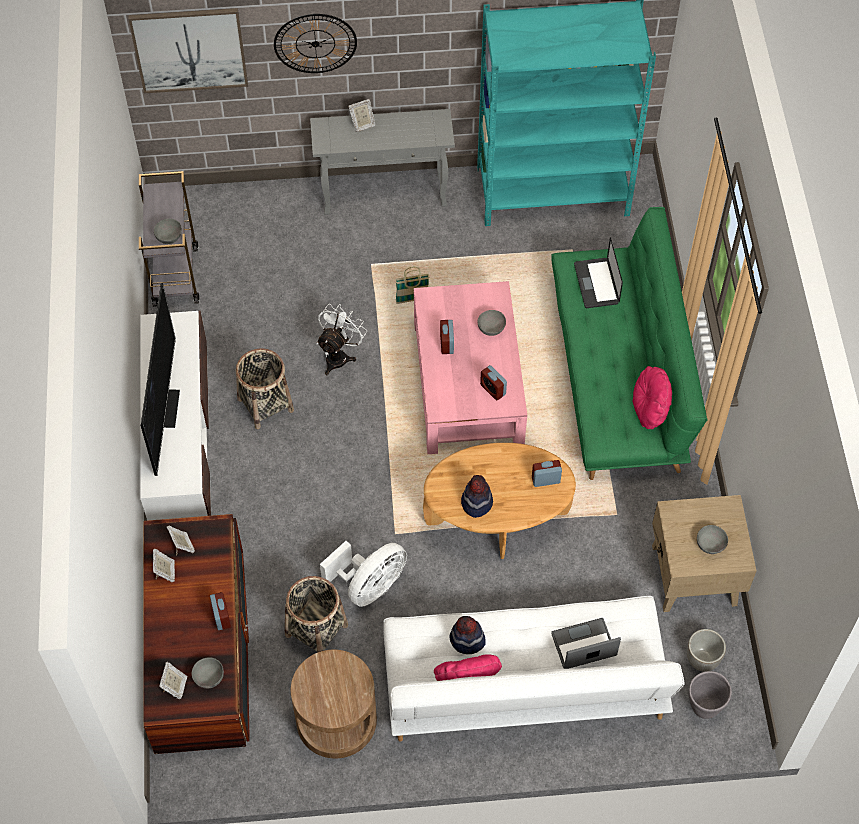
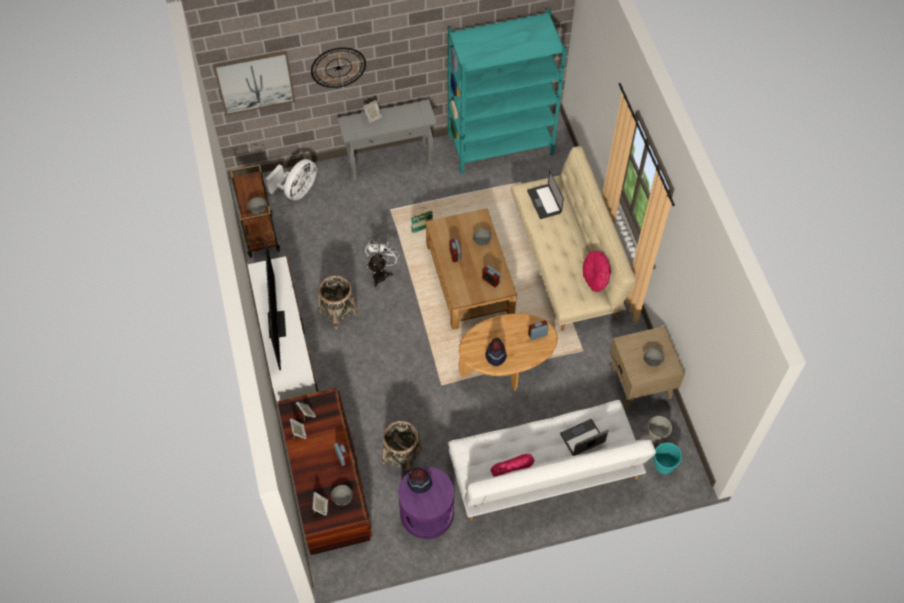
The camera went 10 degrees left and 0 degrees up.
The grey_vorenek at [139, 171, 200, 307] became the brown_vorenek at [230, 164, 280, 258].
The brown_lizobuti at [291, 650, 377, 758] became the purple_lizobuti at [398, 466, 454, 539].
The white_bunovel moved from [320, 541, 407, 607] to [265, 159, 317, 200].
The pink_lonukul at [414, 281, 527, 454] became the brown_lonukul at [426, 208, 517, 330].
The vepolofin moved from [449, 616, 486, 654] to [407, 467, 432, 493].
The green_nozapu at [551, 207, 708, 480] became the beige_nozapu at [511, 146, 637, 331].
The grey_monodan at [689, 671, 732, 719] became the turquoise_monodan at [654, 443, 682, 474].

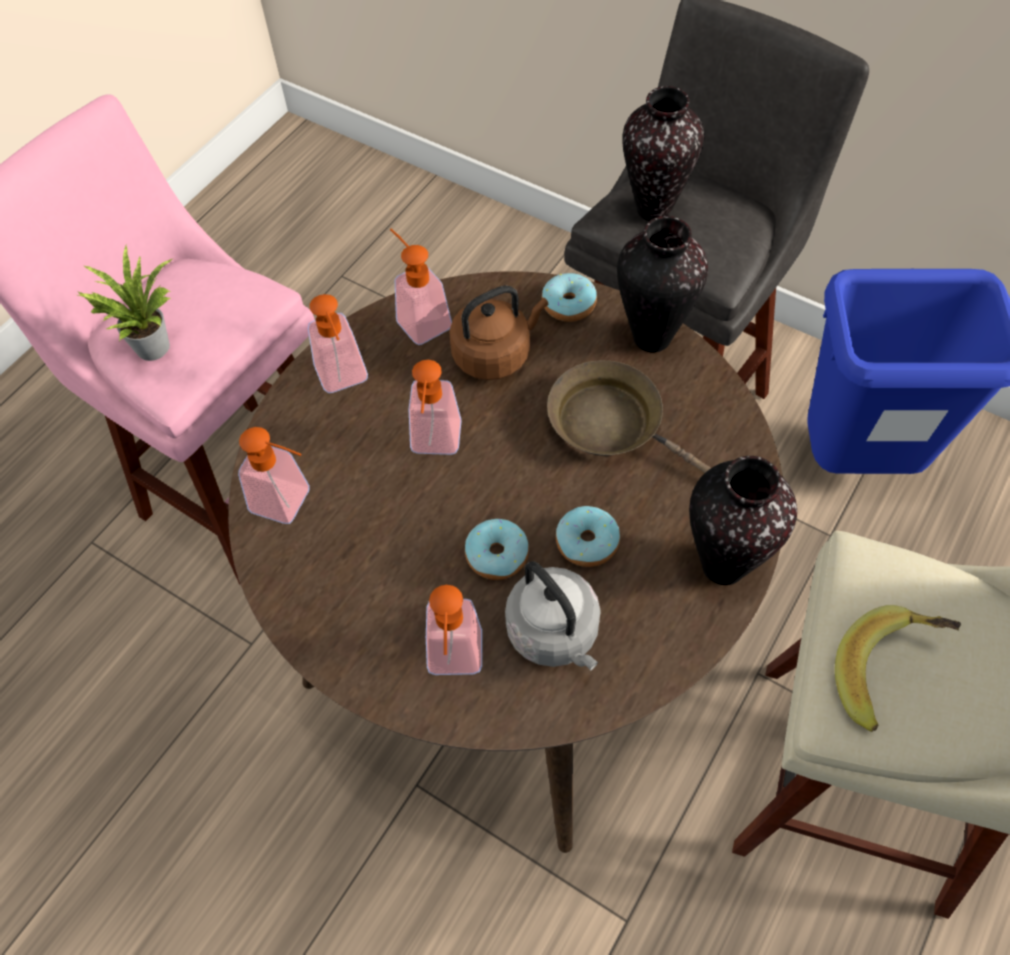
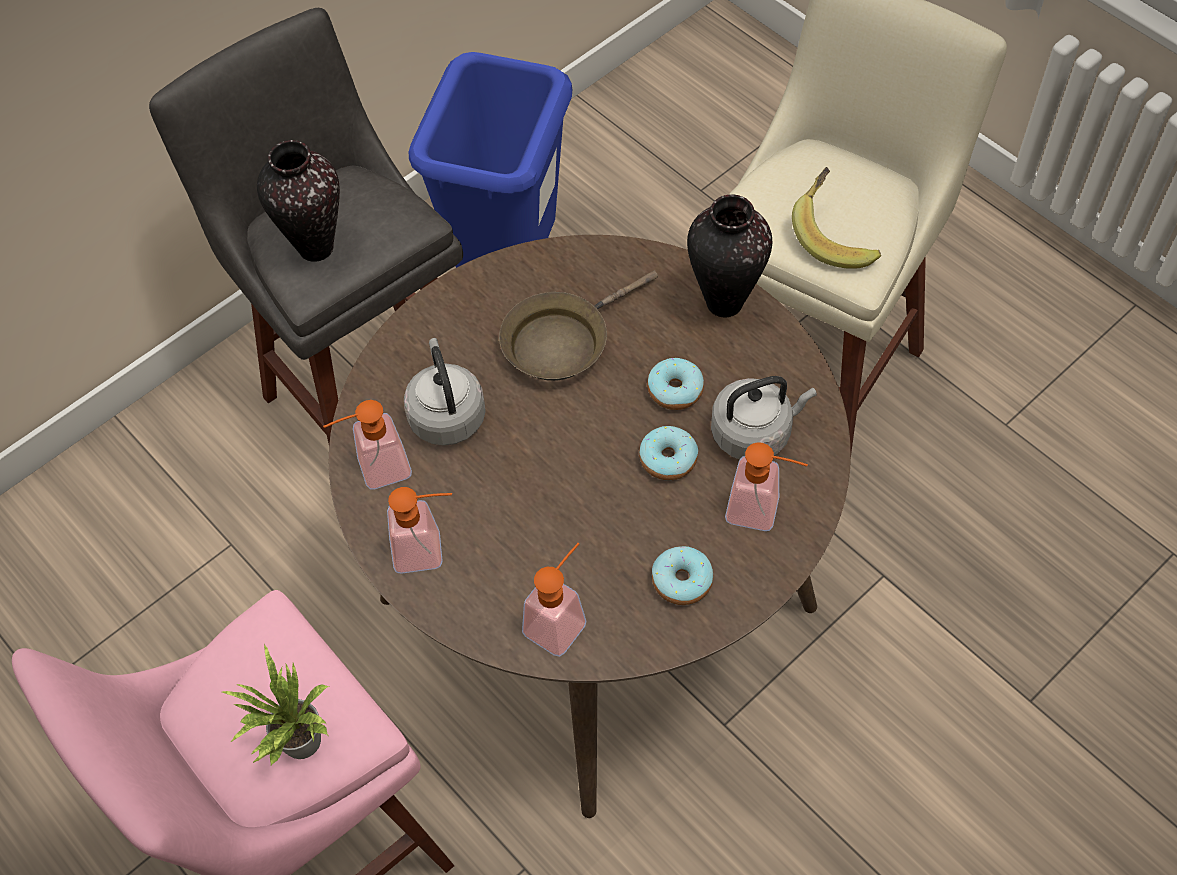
The camera went 75 degrees left and 0 degrees up.
The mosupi at [409, 360, 462, 455] disappeared.
The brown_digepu at [449, 286, 548, 380] became the grey_digepu at [404, 338, 486, 446].
The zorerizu moved from [542, 273, 597, 322] to [652, 546, 713, 605].
The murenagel at [617, 216, 708, 353] disappeared.

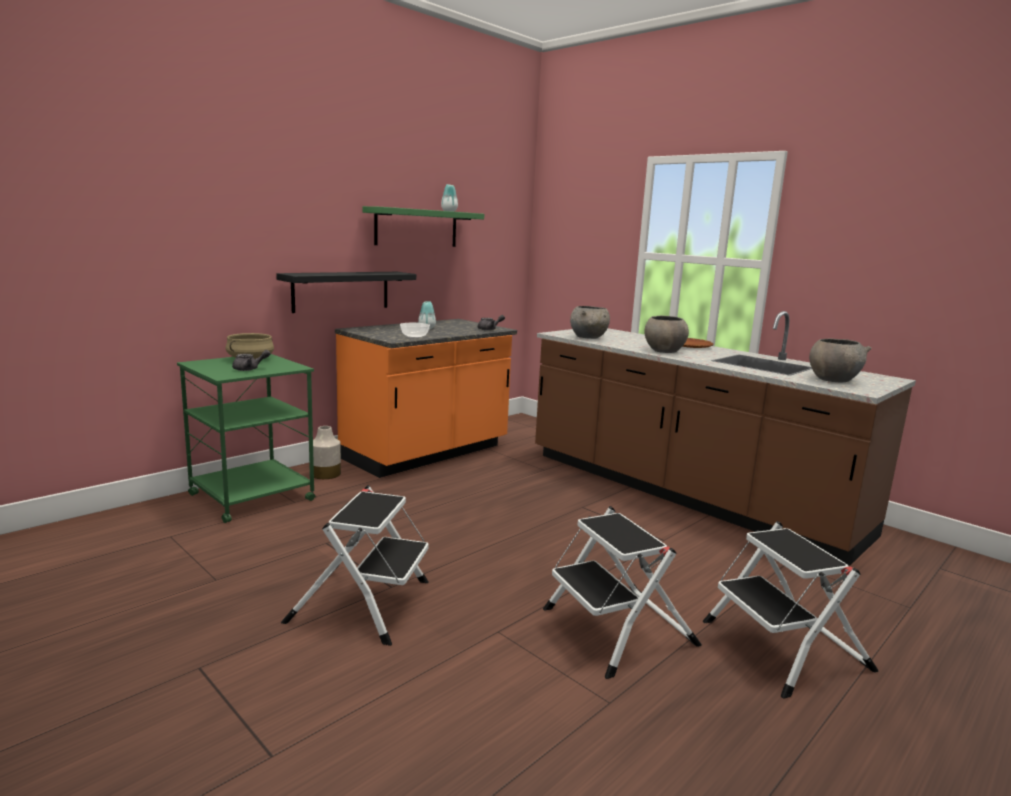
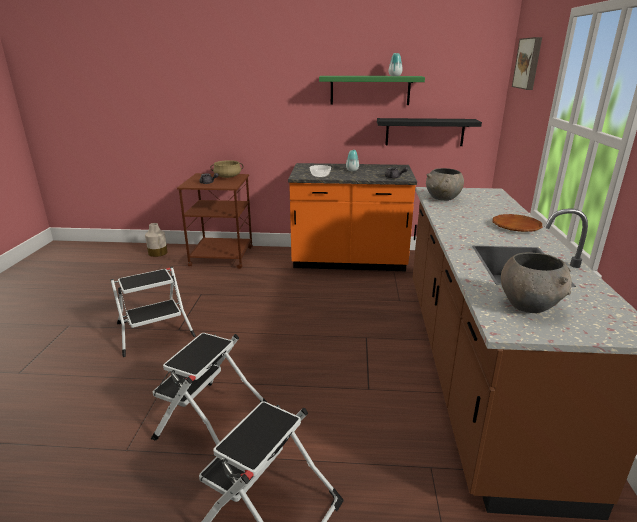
The camera went 50 degrees right and 10 degrees up.
The green_vorenek at [177, 354, 316, 523] became the brown_vorenek at [177, 173, 253, 269].
The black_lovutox moved from [276, 272, 416, 313] to [377, 118, 482, 146].
The beige_murenagel moved from [313, 426, 341, 479] to [145, 223, 168, 257].
The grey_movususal at [645, 315, 689, 353] disappeared.
The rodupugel at [512, 37, 542, 90] appeared.

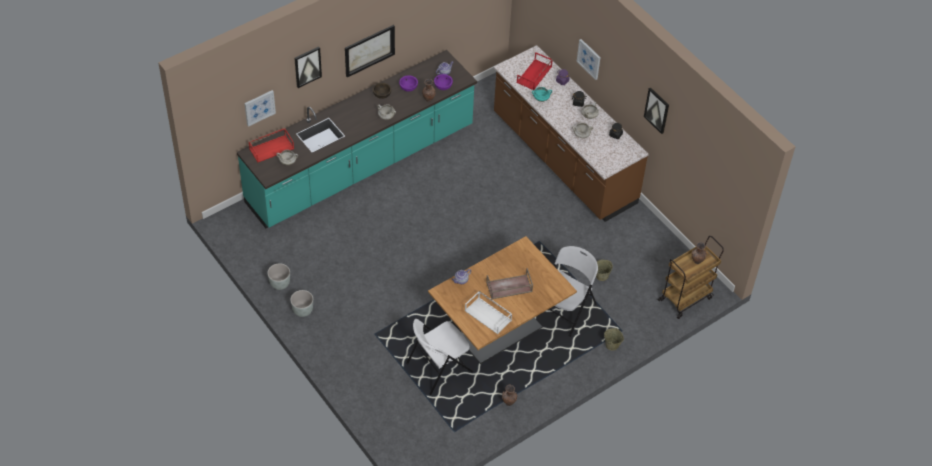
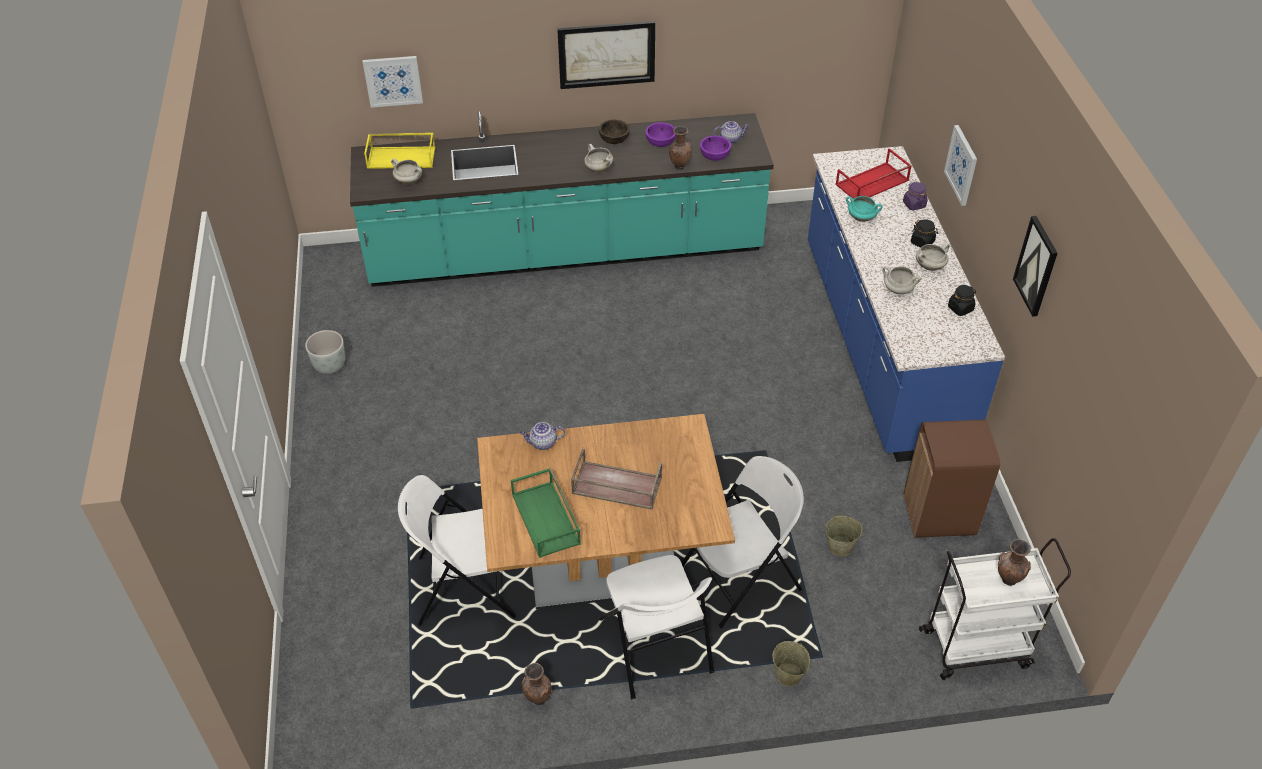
The camera went 30 degrees right and 5 degrees down.
The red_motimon at [249, 128, 294, 163] became the yellow_motimon at [364, 133, 436, 169].
The grey_monodan at [290, 290, 313, 317] disappeared.
The rodupugel at [294, 46, 322, 88] disappeared.
The white_motimon at [465, 291, 512, 334] became the green_motimon at [511, 468, 581, 558].
The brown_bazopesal at [494, 45, 649, 222] became the blue_bazopesal at [808, 146, 1005, 462].
The brown_vorenek at [658, 236, 724, 319] became the white_vorenek at [919, 538, 1071, 680].
The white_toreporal at [598, 555, 715, 700] appeared.
The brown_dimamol at [904, 420, 1000, 538] appeared.

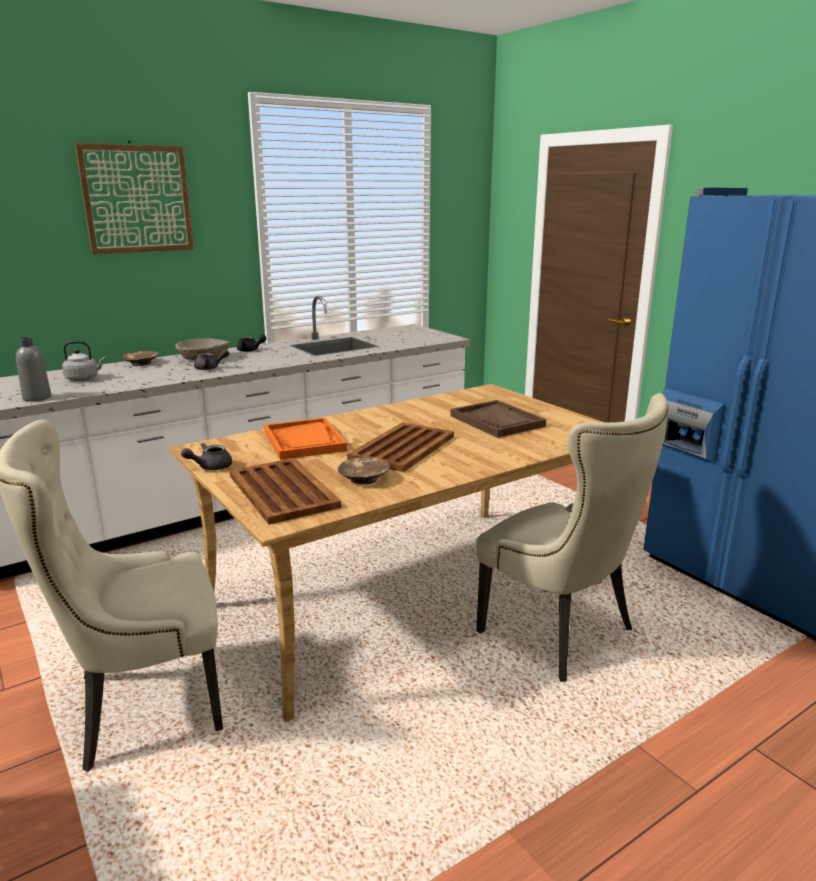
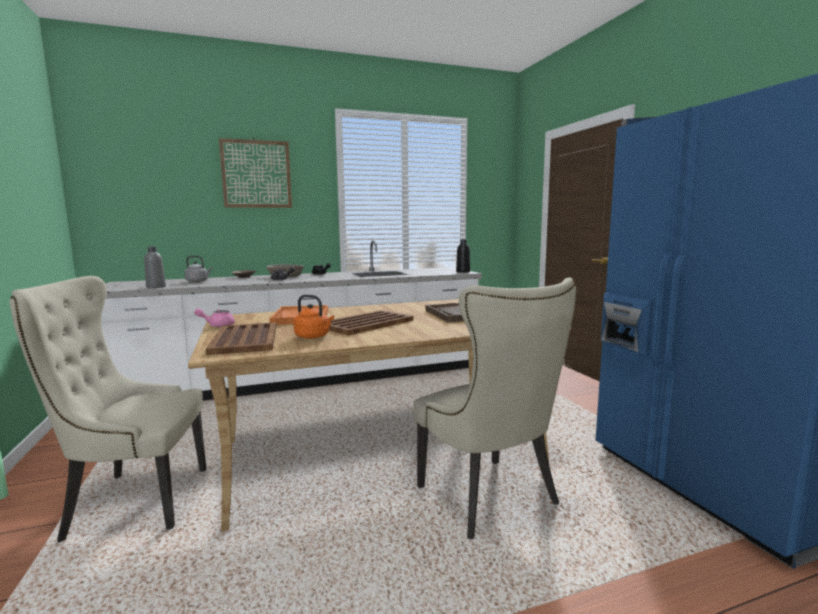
The camera went 15 degrees right and 10 degrees down.
The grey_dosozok at [181, 443, 232, 470] became the pink_dosozok at [194, 308, 235, 327].
The brown_movususal at [338, 457, 390, 484] was replaced by the orange_digepu at [294, 295, 334, 339].
The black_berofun at [456, 240, 470, 273] appeared.

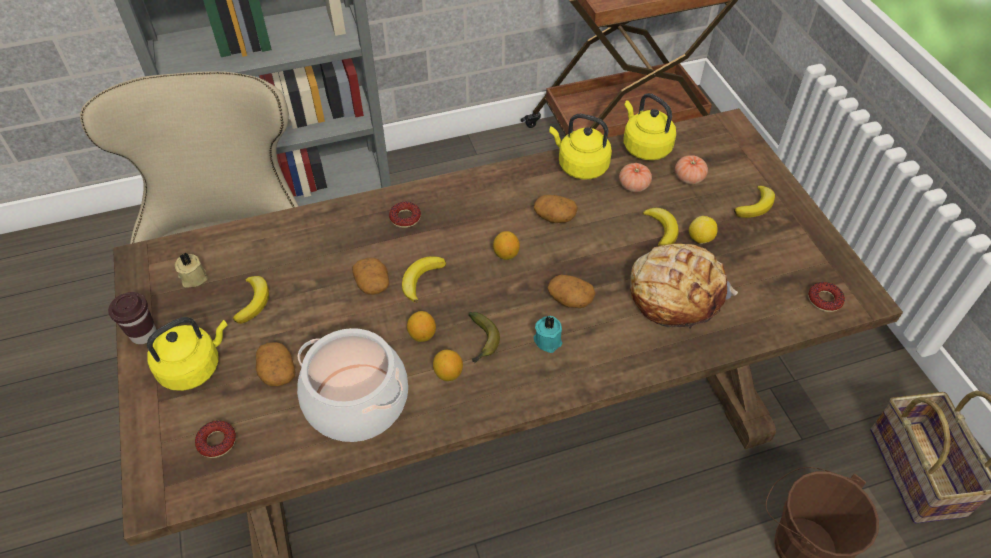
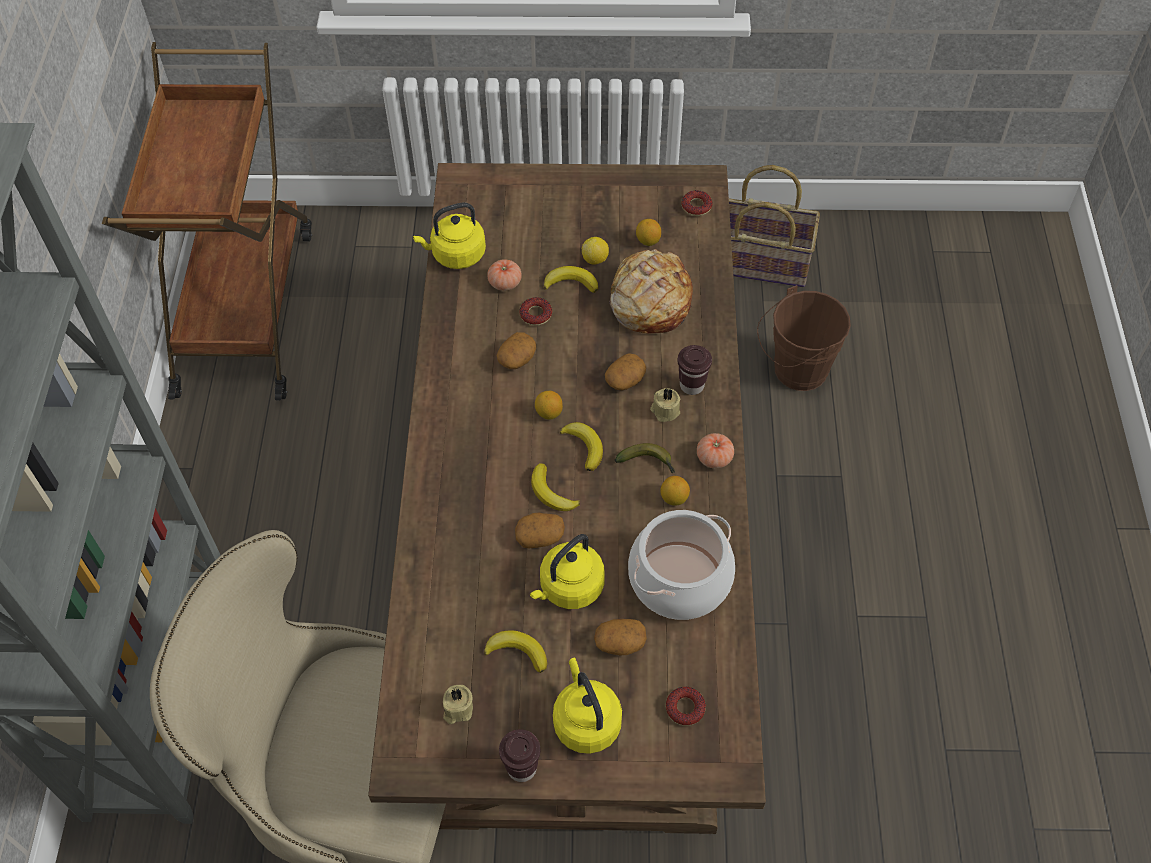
The camera went 70 degrees left and 5 degrees up.
The zorerizu moved from [389, 202, 421, 228] to [520, 297, 552, 326].
The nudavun moved from [407, 311, 436, 342] to [636, 219, 661, 246].
The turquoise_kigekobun at [534, 316, 562, 353] became the beige_kigekobun at [650, 388, 681, 422].
The yellow_digepu moved from [549, 114, 612, 179] to [530, 534, 605, 609].
The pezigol moved from [675, 155, 708, 184] to [697, 433, 734, 469].
The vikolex moved from [734, 186, 775, 218] to [560, 422, 603, 471].
The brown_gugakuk at [678, 345, 712, 395] appeared.

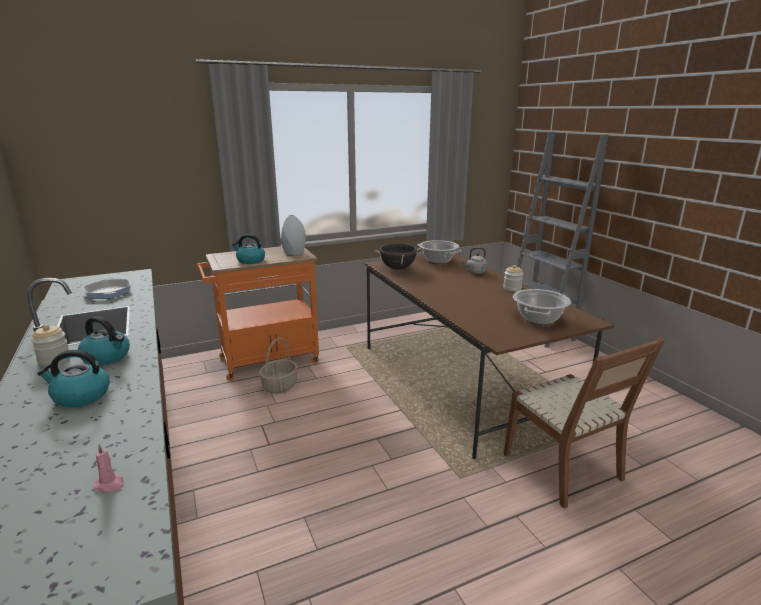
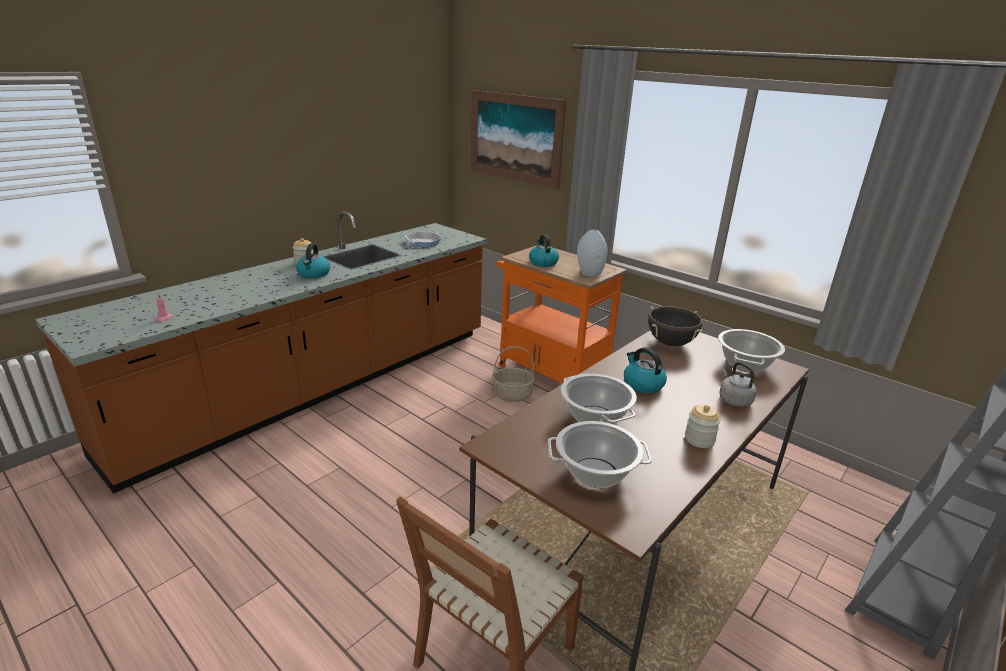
The camera went 65 degrees right and 5 degrees up.
The digepu moved from [37, 350, 110, 407] to [624, 347, 667, 393].
The rodupugel at [471, 90, 566, 190] appeared.
The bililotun at [561, 374, 637, 424] appeared.

